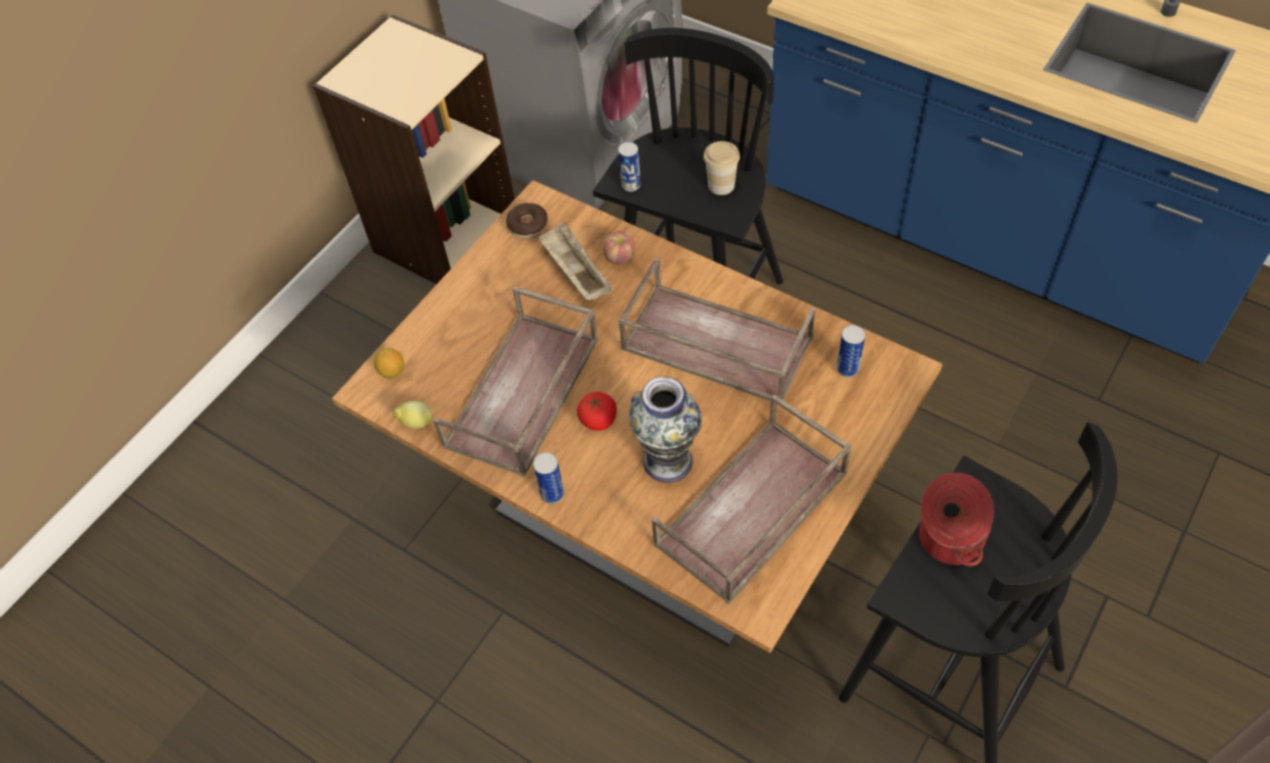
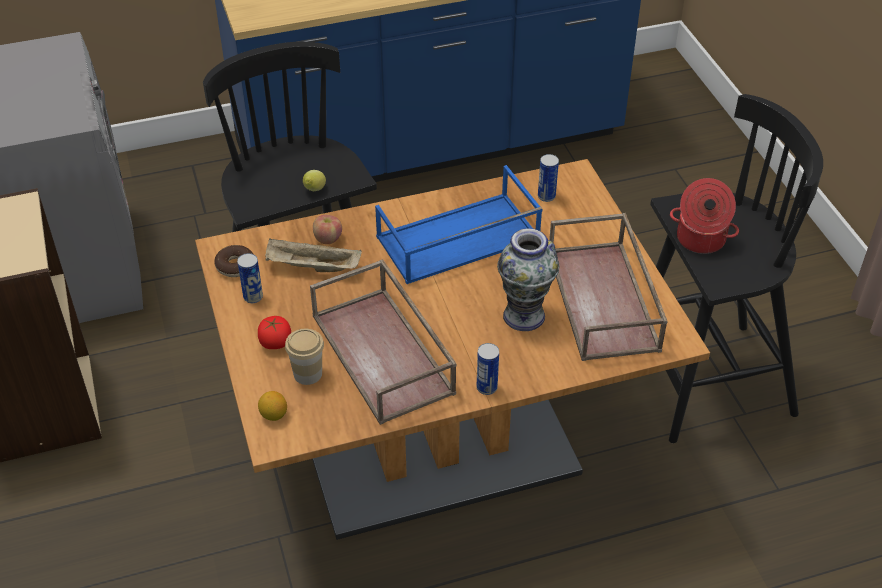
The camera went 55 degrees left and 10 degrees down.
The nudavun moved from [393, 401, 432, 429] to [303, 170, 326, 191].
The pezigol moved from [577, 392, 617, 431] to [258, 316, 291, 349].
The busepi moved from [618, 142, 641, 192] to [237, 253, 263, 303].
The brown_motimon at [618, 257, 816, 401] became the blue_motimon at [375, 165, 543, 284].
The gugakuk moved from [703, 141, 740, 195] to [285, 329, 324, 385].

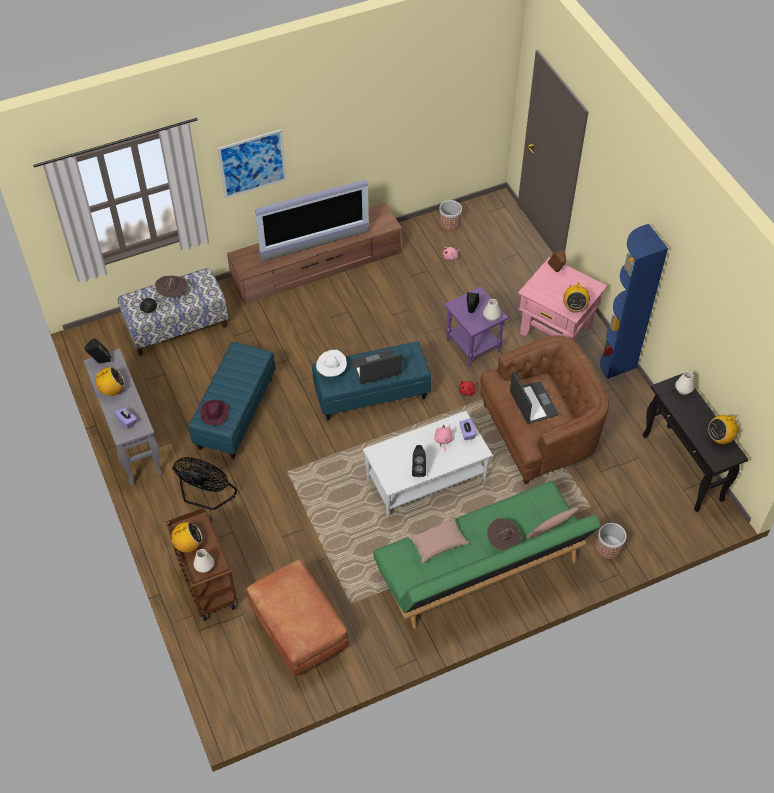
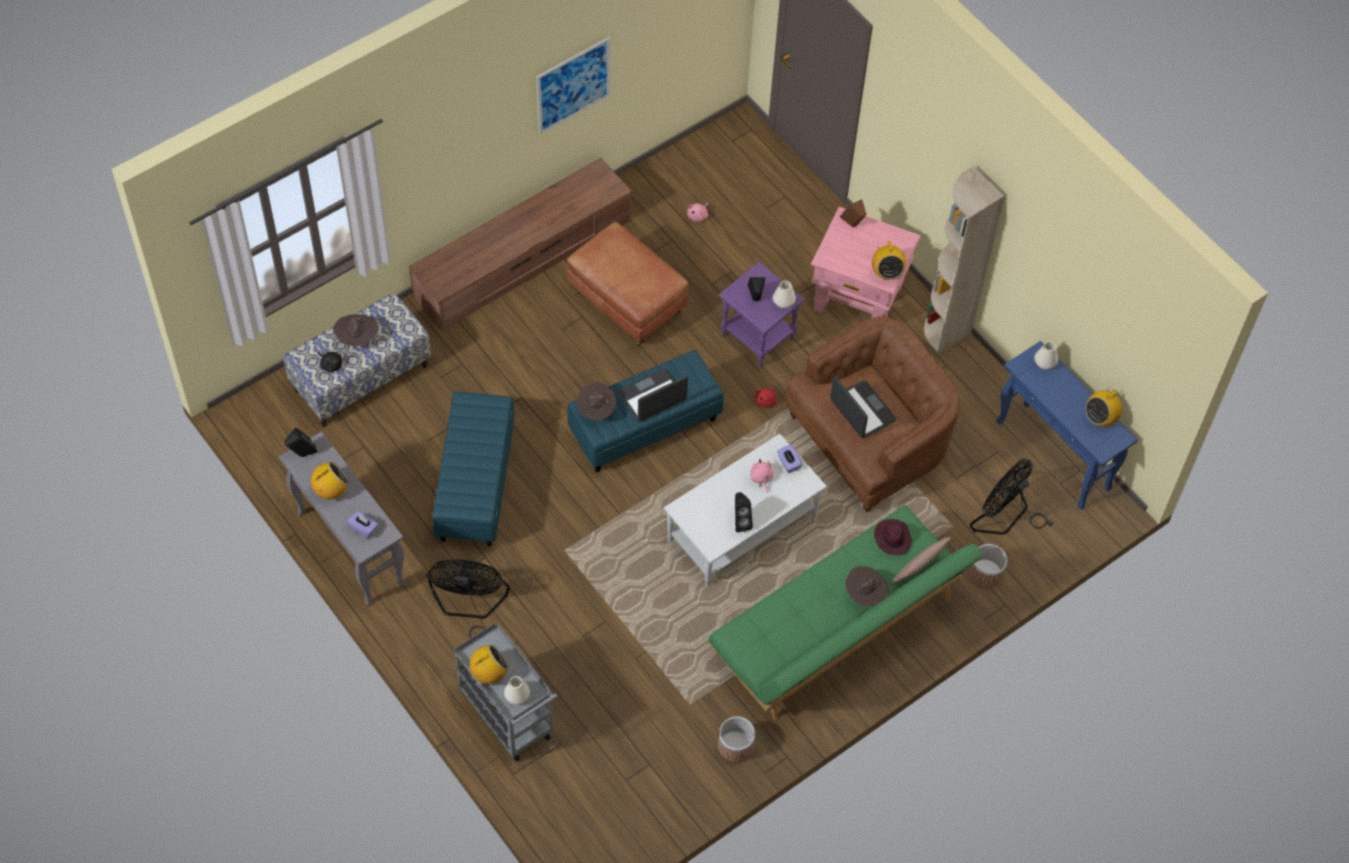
The camera went 15 degrees left and 5 degrees up.
The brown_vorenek at [167, 508, 237, 621] became the grey_vorenek at [454, 622, 558, 761].
The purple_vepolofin moved from [200, 400, 229, 426] to [874, 519, 912, 555].
The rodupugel moved from [218, 129, 287, 199] to [536, 37, 610, 134].
The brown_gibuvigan moved from [247, 559, 349, 677] to [567, 222, 689, 346].
The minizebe at [255, 179, 369, 262] disappeared.
The white_vepolofin at [316, 350, 347, 377] became the brown_vepolofin at [577, 382, 616, 421].
The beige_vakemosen at [408, 516, 470, 563] disappeared.
The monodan moved from [439, 200, 462, 231] to [718, 717, 755, 762].
The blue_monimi at [600, 224, 668, 379] became the beige_monimi at [924, 166, 1005, 354].
The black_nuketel at [642, 373, 748, 512] became the blue_nuketel at [996, 341, 1138, 510].
The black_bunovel at [970, 459, 1053, 534] appeared.

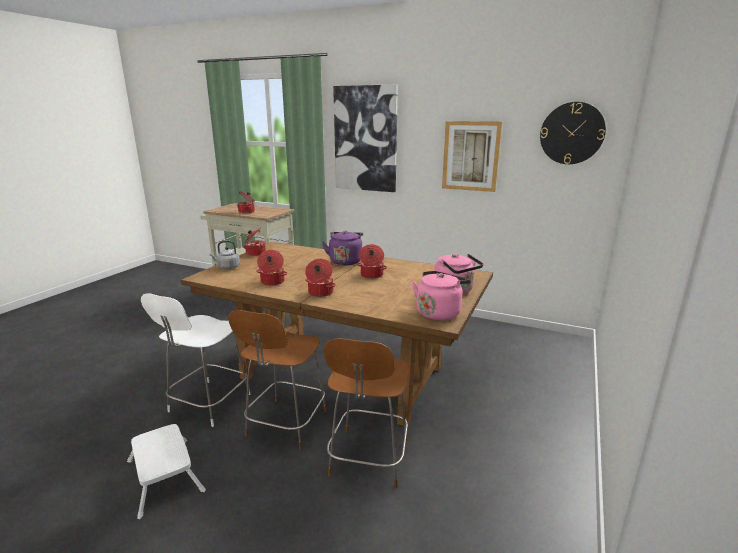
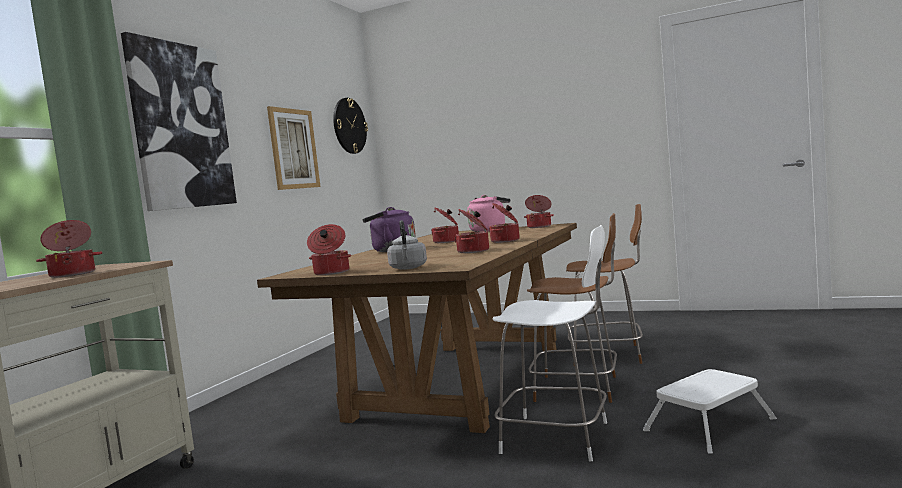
The camera went 90 degrees left and 15 degrees down.
The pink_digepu at [412, 271, 470, 321] was replaced by the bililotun at [524, 195, 554, 228].

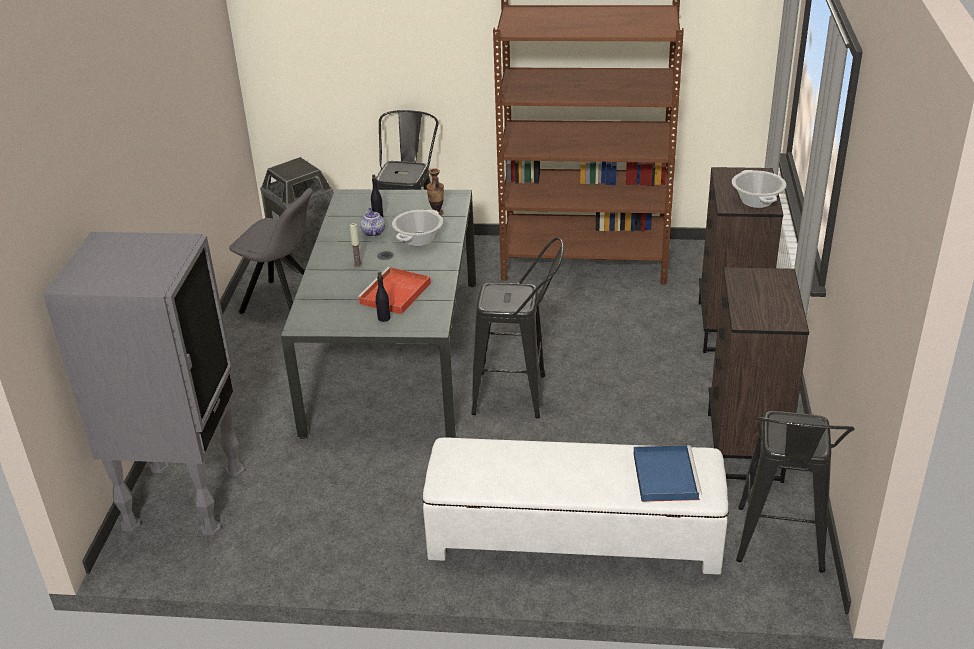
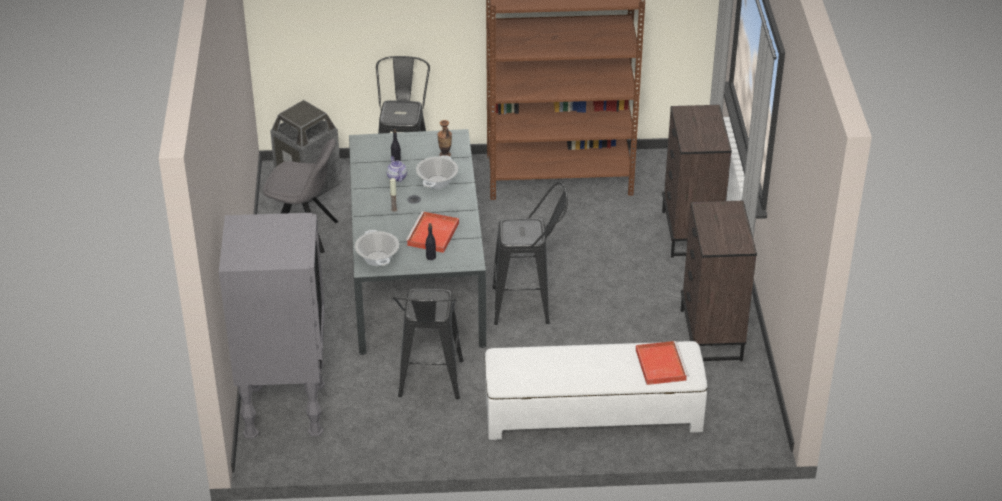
The camera went 10 degrees left and 5 degrees up.
The blue_motimon at [634, 445, 702, 502] became the red_motimon at [636, 341, 689, 385].
The bililotun moved from [732, 170, 786, 208] to [355, 230, 399, 266].
The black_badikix moved from [736, 411, 855, 573] to [392, 289, 463, 399].

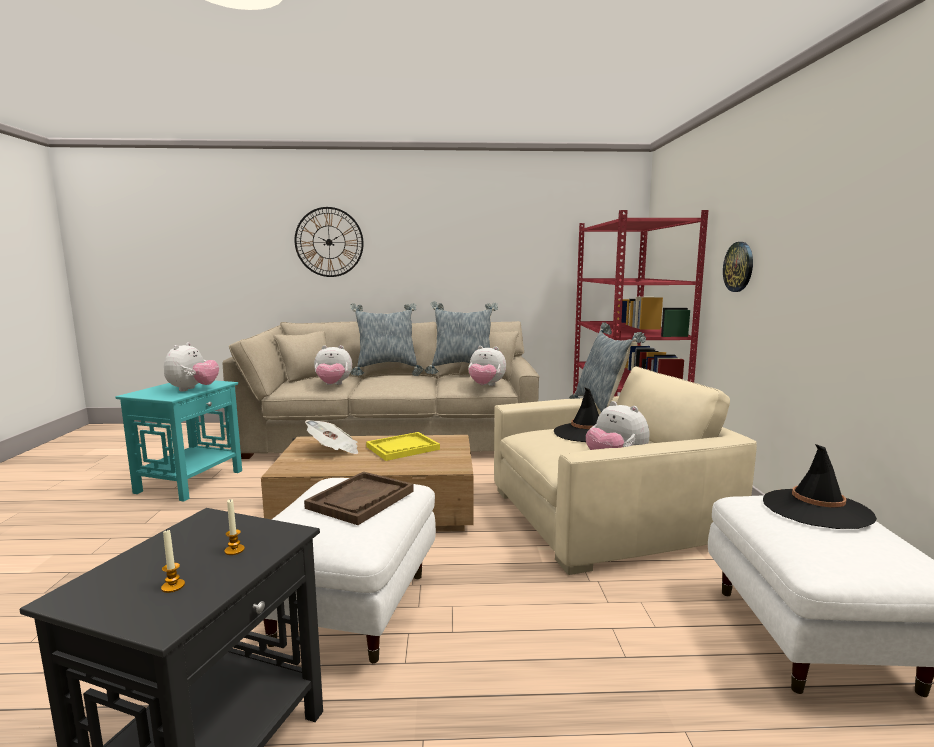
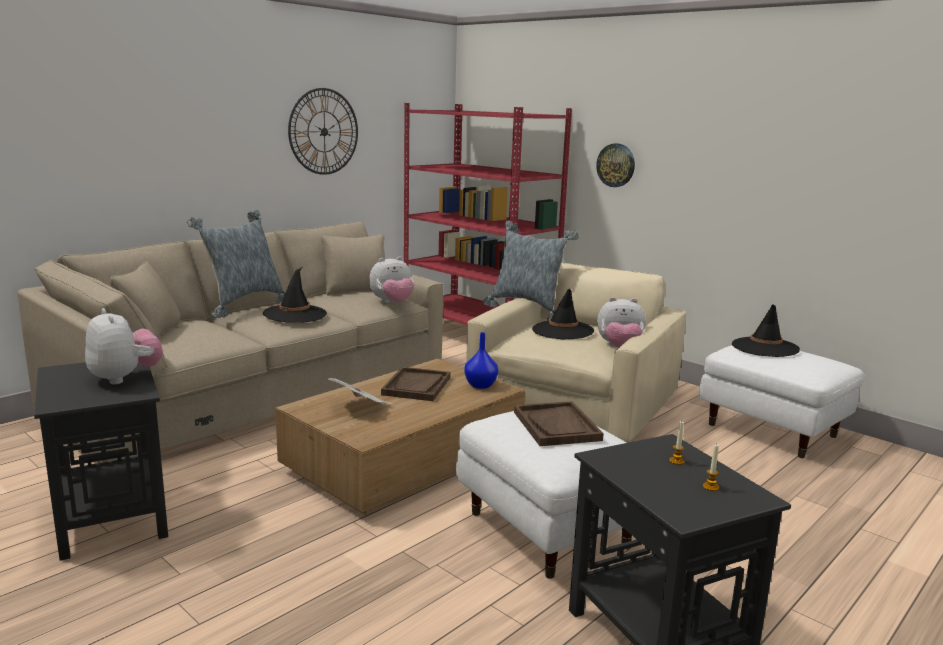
The camera went 45 degrees left and 5 degrees up.
The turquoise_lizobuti at [115, 380, 242, 502] became the black_lizobuti at [34, 362, 168, 561].
The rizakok moved from [295, 207, 364, 277] to [288, 88, 358, 175].
The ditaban at [314, 345, 352, 385] disappeared.
The yellow_motimon at [366, 432, 440, 461] became the brown_motimon at [381, 367, 450, 401].
The vakemosen at [424, 301, 498, 374] disappeared.
The black_vepolofin at [263, 267, 327, 323] appeared.
The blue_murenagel at [464, 332, 498, 389] appeared.

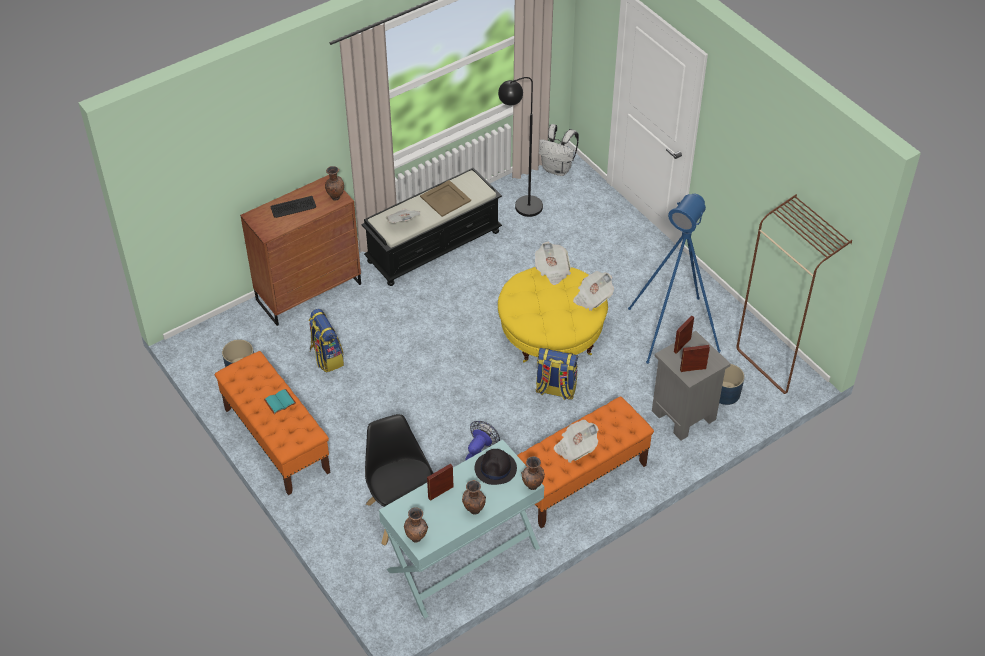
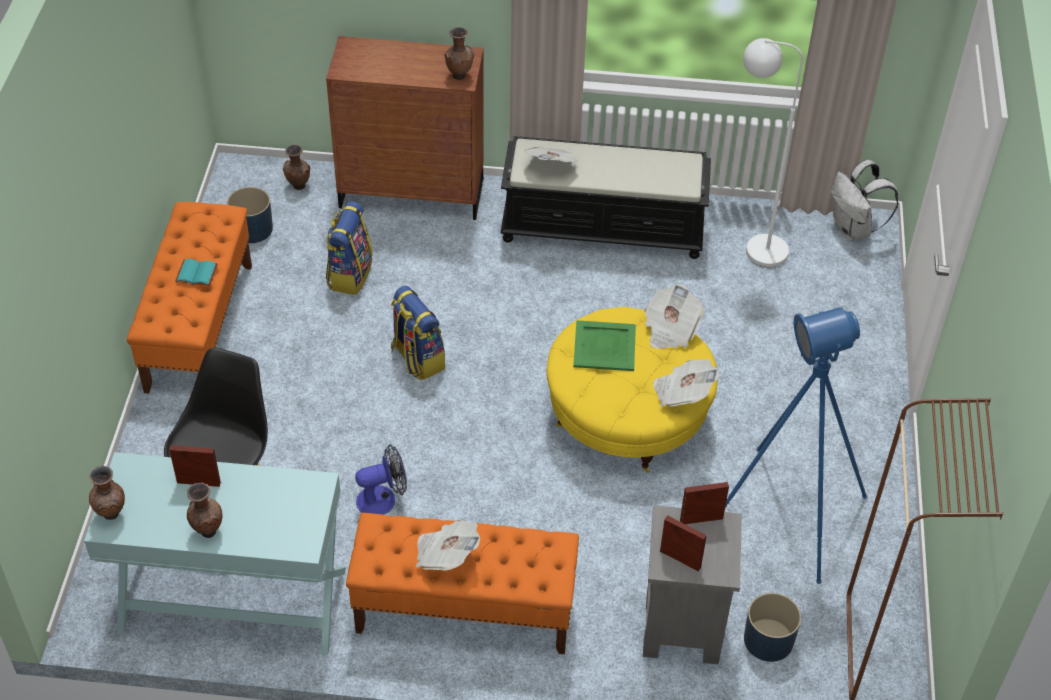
The camera went 40 degrees right and 0 degrees up.
The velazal at [270, 196, 316, 218] disappeared.
The beige_motimon at [420, 180, 471, 217] disappeared.
The black_vepolofin at [474, 449, 517, 485] disappeared.
The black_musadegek at [498, 77, 543, 217] became the white_musadegek at [743, 38, 803, 267].
The brown_murenagel moved from [521, 456, 545, 490] to [283, 144, 310, 190].
The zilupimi moved from [535, 348, 578, 400] to [391, 286, 445, 381].
The green_motimon at [573, 320, 636, 371] appeared.

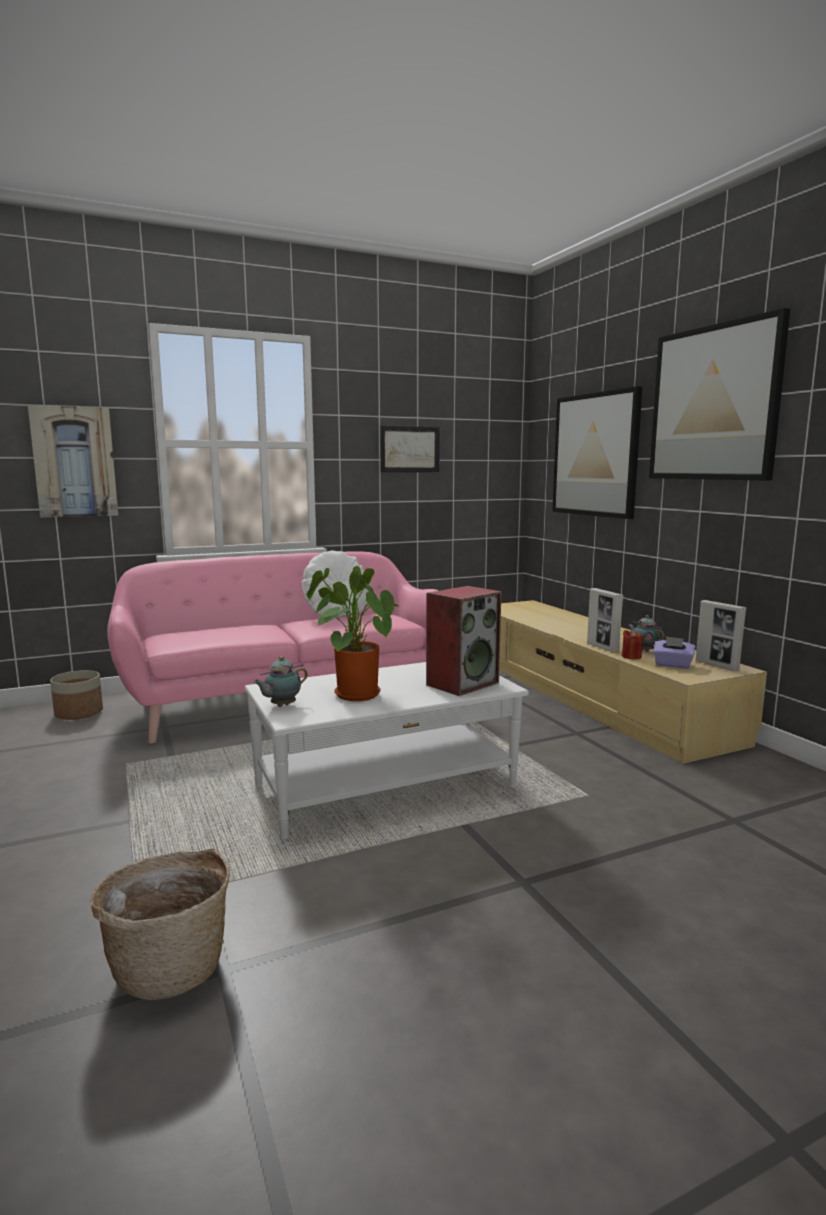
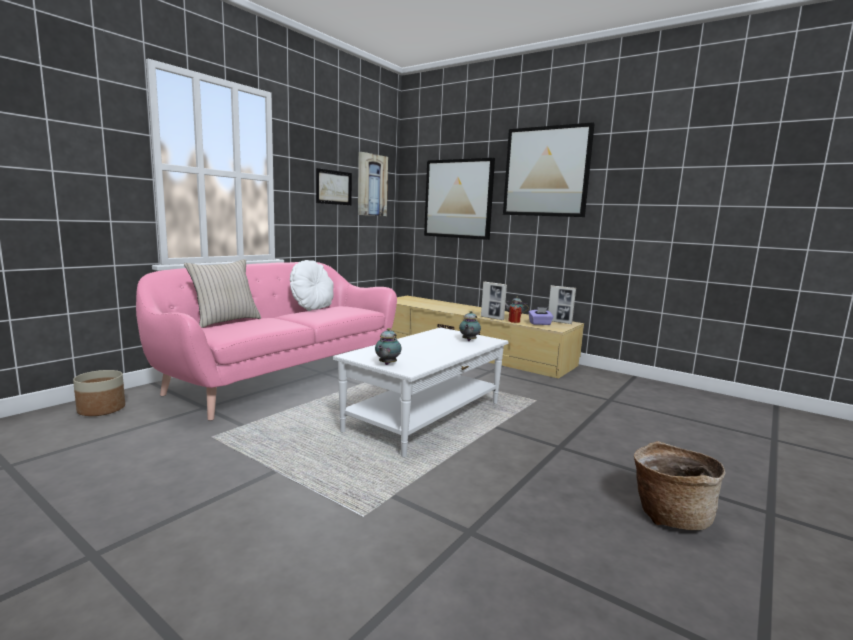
The camera went 30 degrees left and 0 degrees up.
The rodupugel moved from [28, 405, 118, 517] to [358, 152, 388, 216].
The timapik moved from [90, 849, 230, 1000] to [634, 441, 725, 530].
The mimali at [306, 566, 400, 701] disappeared.
The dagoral at [426, 586, 501, 696] was replaced by the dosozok at [459, 311, 481, 341].
The beige_vakemosen at [184, 259, 261, 328] appeared.

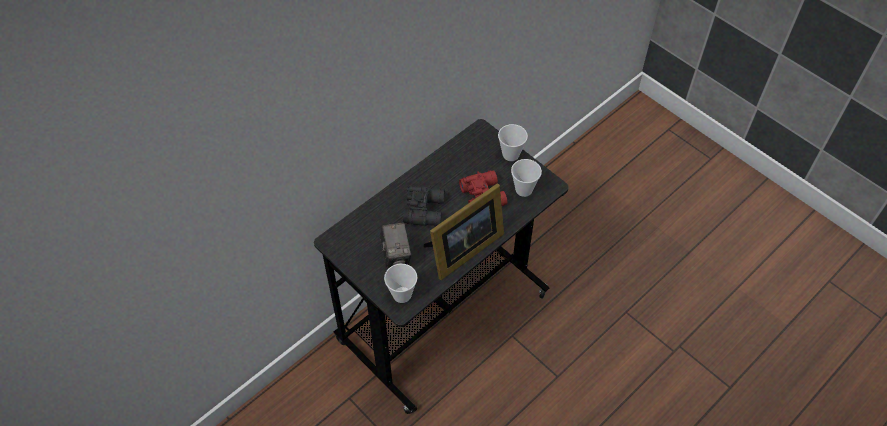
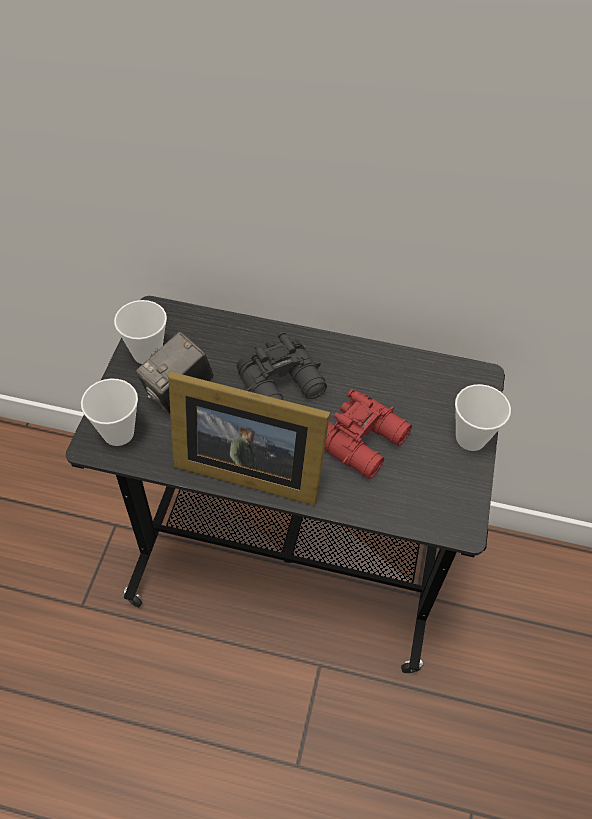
The camera went 55 degrees right and 0 degrees up.
The gugakuk moved from [511, 159, 542, 197] to [114, 300, 167, 364].

